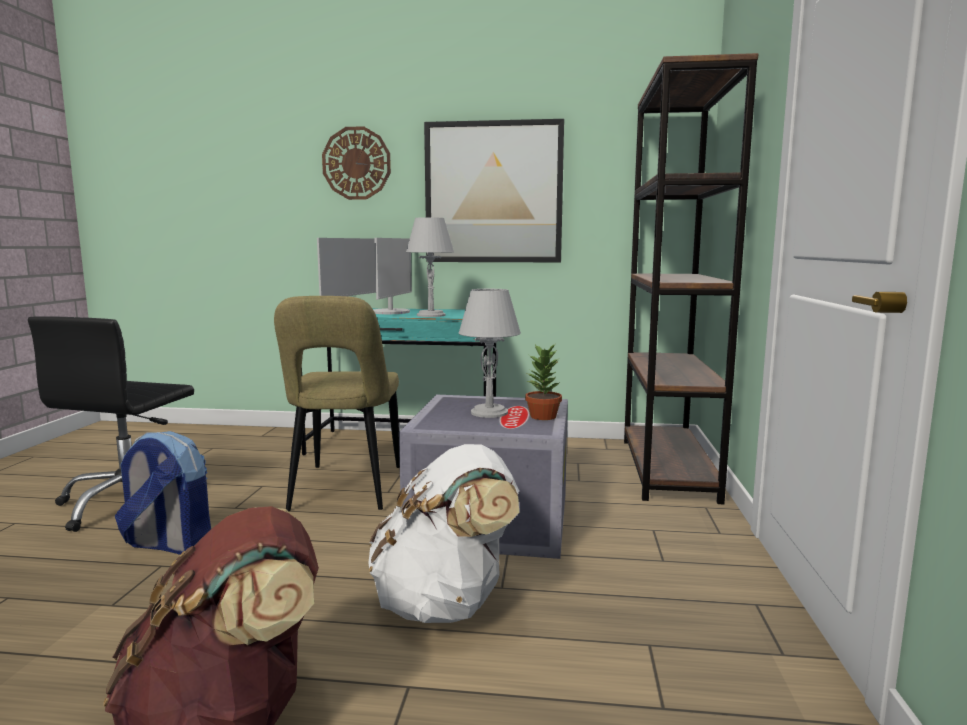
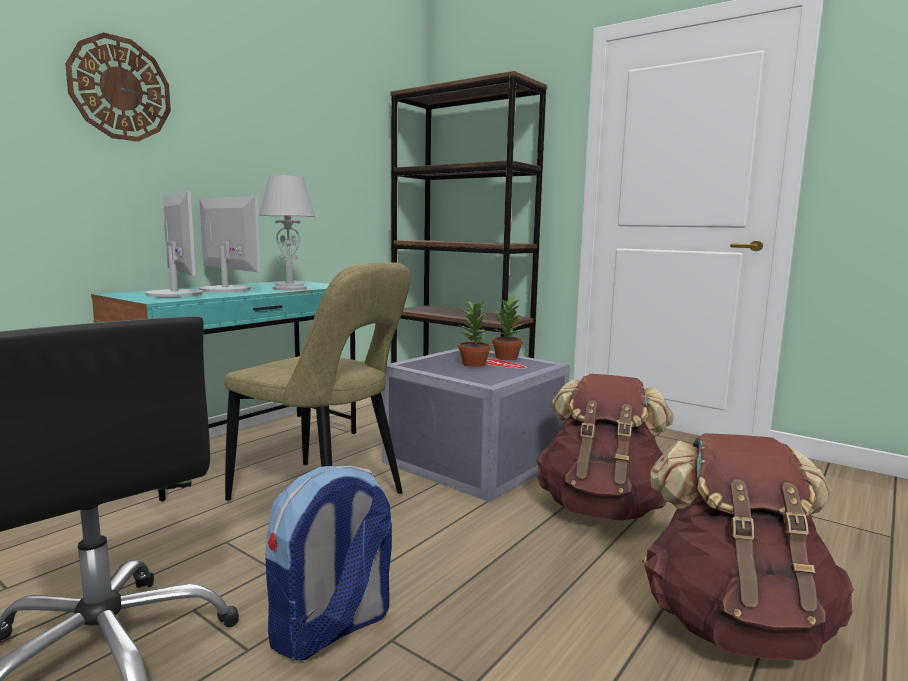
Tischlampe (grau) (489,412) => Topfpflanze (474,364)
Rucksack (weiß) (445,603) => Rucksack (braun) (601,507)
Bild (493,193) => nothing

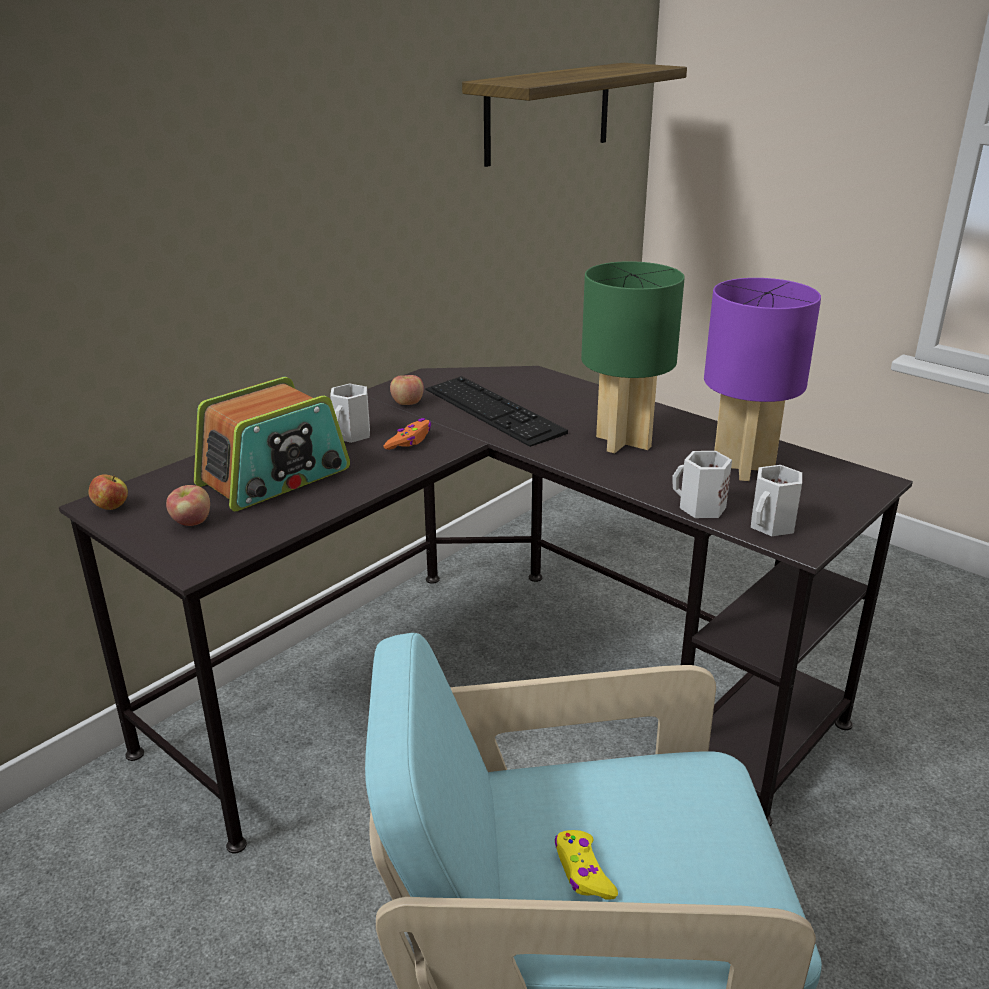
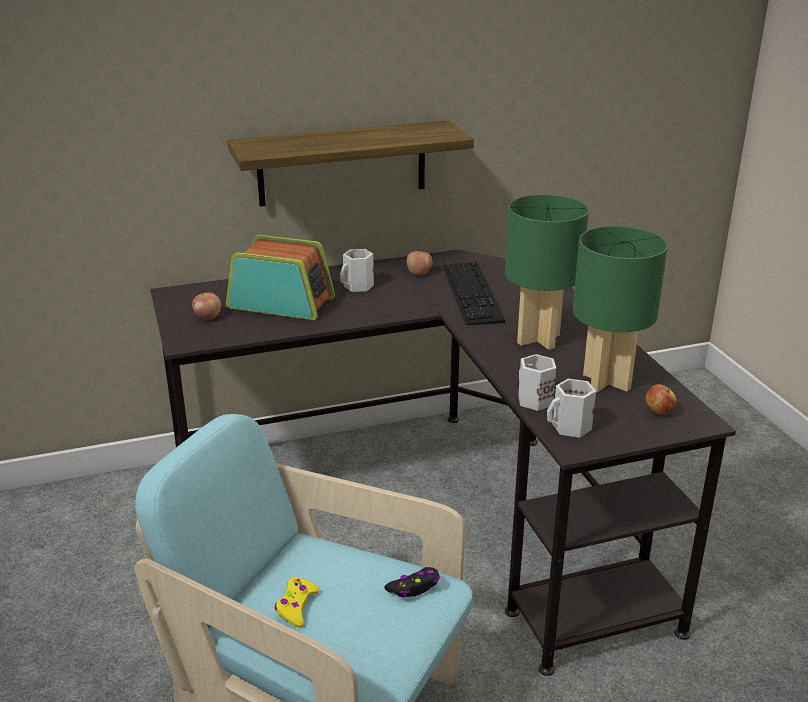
Radio (275,477) => Radio (281,302), 150 degrees counterclockwise
Wandregal (548,113) => Wandregal (342,163), move
nothing => Gamepad (schwarz) (414,587)
Tischlampe (lila) (742,466) => Tischlampe (grün) (606,381)
Apfel (111,507) => Apfel (658,411), move
Gamepad (orange) (409,441) => nothing

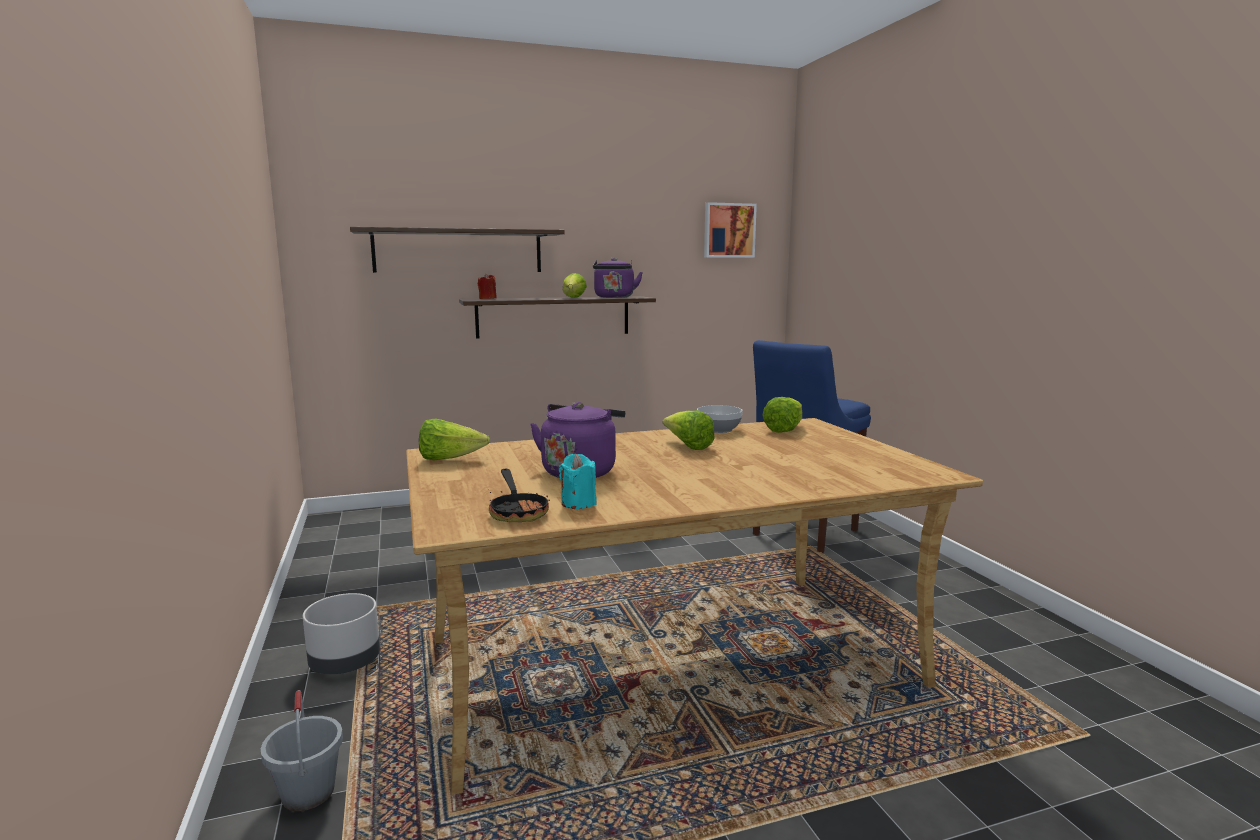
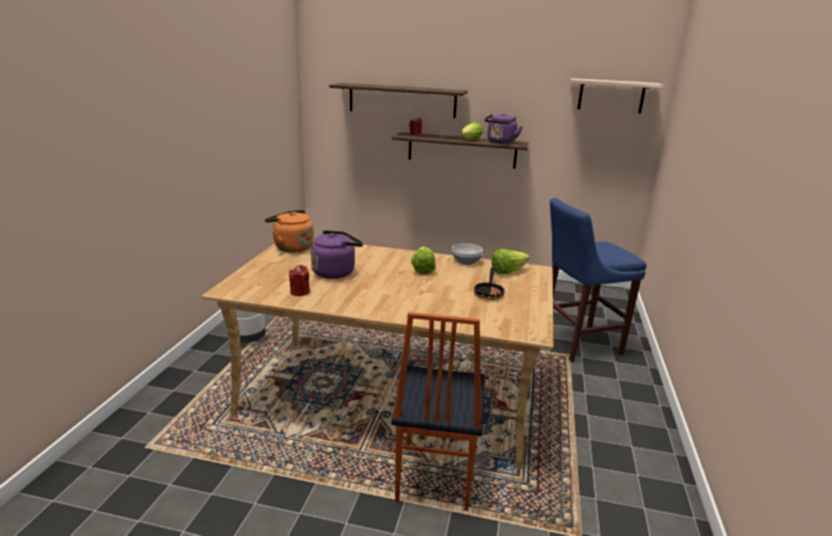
Salatkopf (449,459) => Wasserkessel (orange) (291,247)
Kerze (türkis) (578,503) => Kerze (rot) (300,292)
nothing => Stuhl (433,477)
Pfanne (518,511) => Pfanne (489,292), move
Bild (728,230) => Wandregal (611,95)
Eimer (grau) (307,793) => nothing

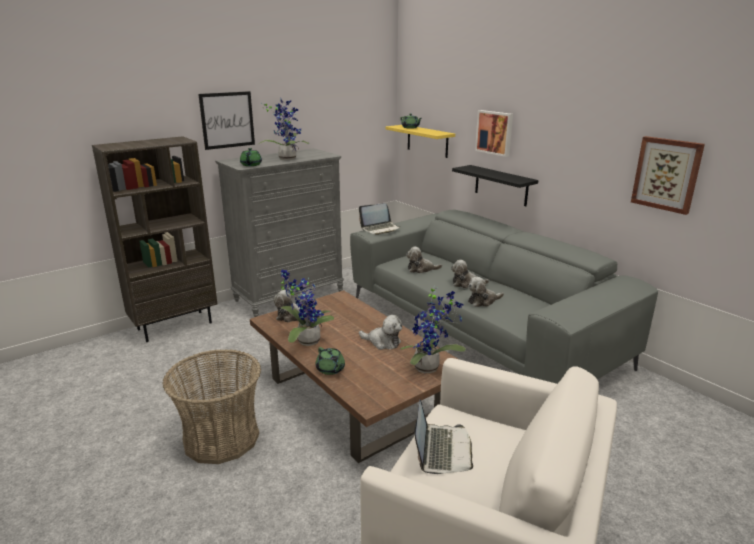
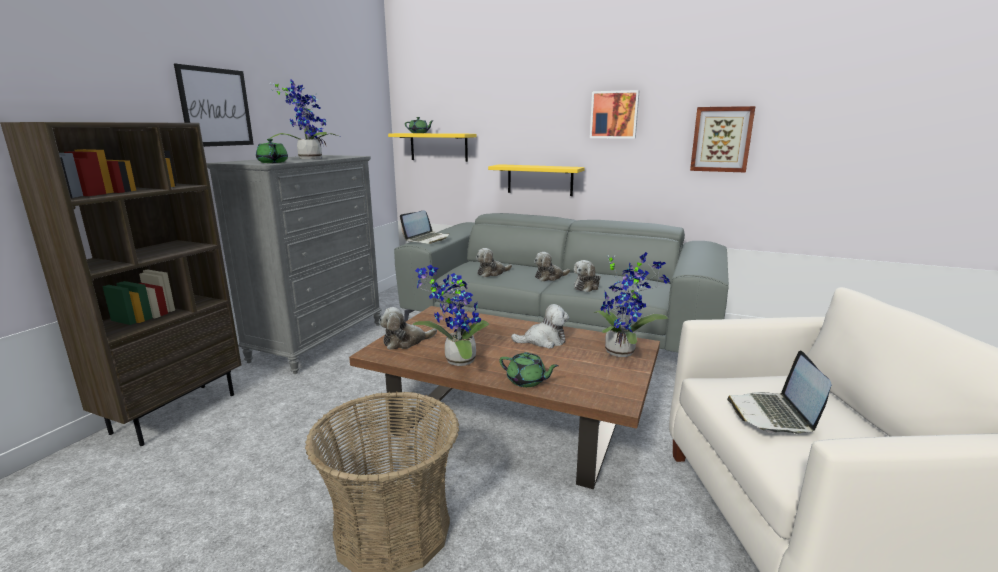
Wandregal (schwarz) (501,185) => Wandregal (gelb) (540,180)
Bild (495,132) => Bild (614,115), move
Laptop (442,450) => Laptop (773,414), 150 degrees counterclockwise

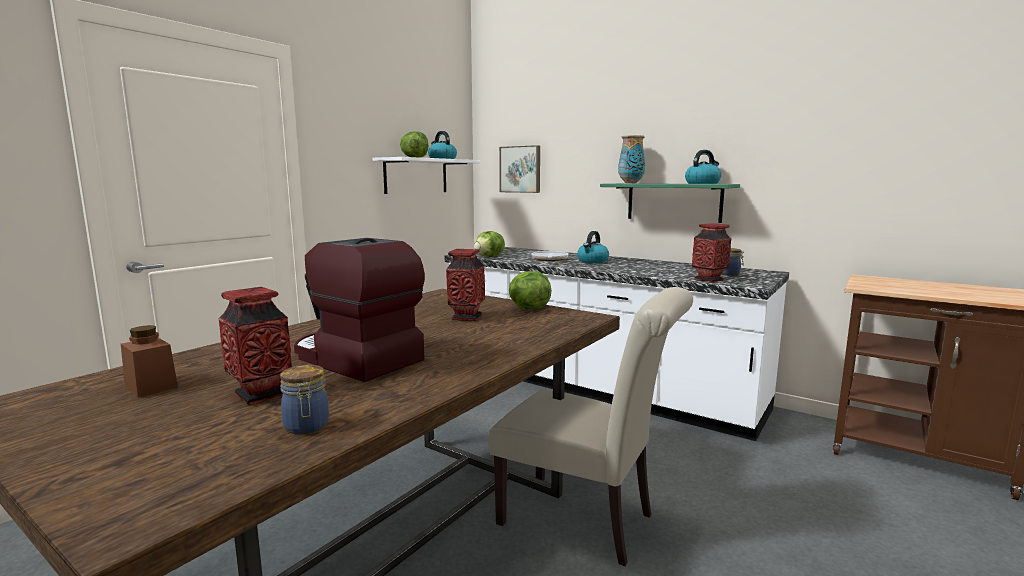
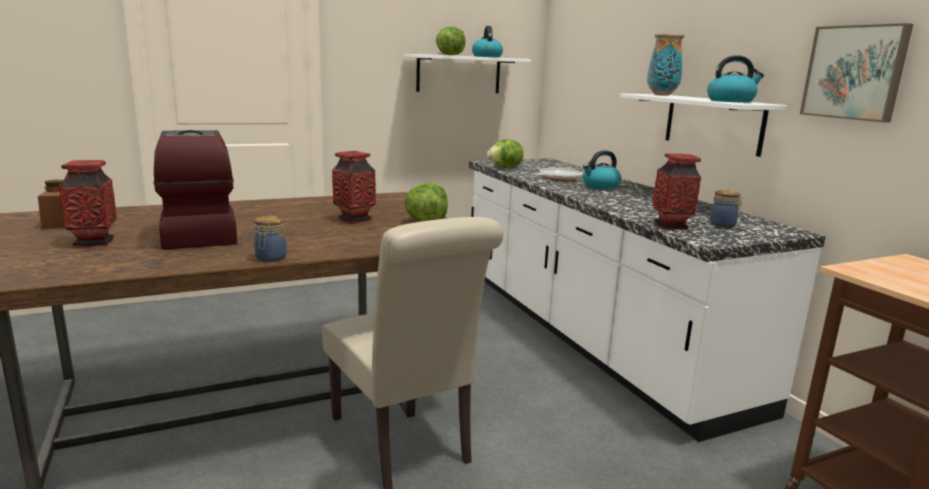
Vorratsglas (306,427) => Vorratsglas (270,258), move
Wandregal (grün) (674,202) => Wandregal (weiß) (713,123)
Bild (520,169) => Bild (855,72), move

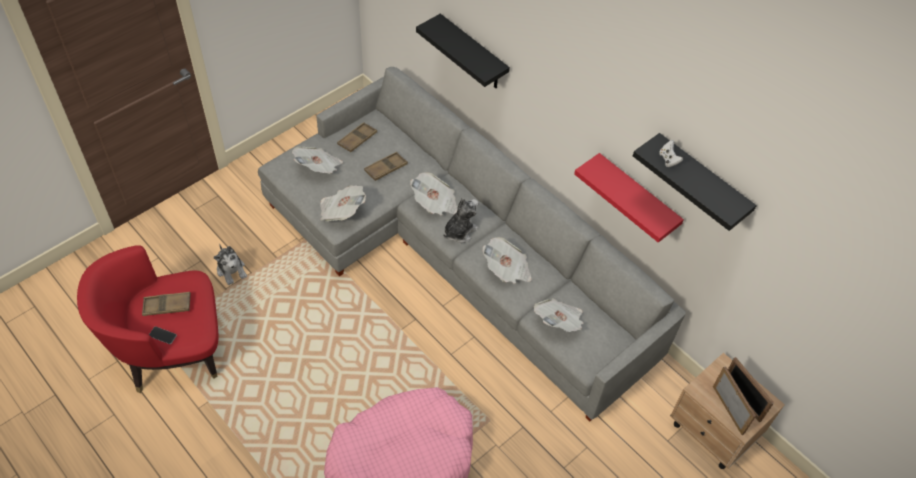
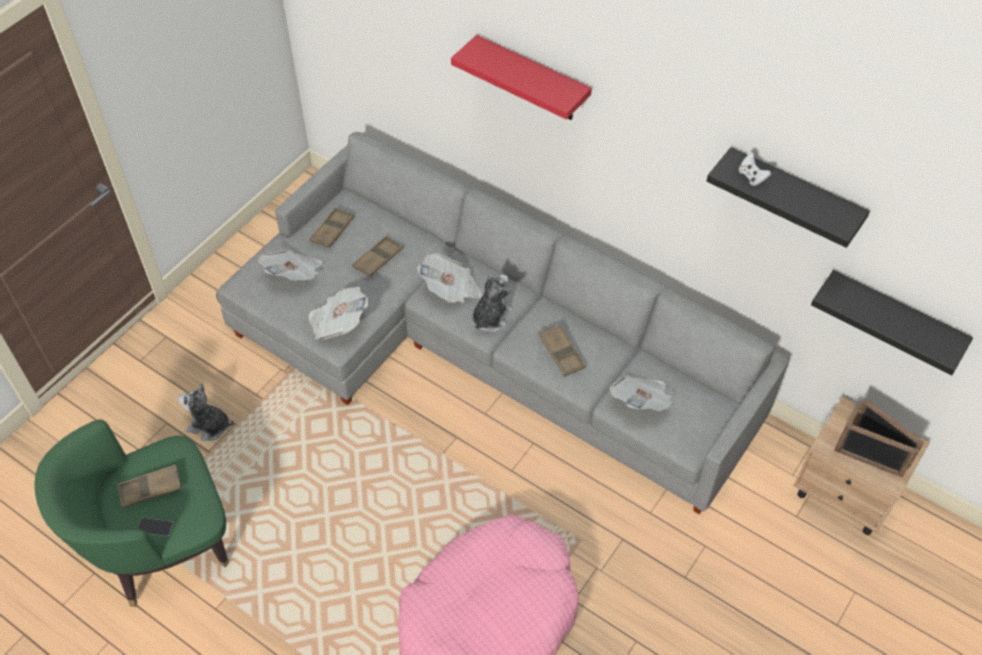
Sessel (rot) (171,353) => Sessel (grün) (161,547)
Plüschtier (231,270) => Plüschtier (209,426), 150 degrees clockwise
Wandregal (rot) (636,198) => Wandregal (rot) (532,80), move
Zeitung (507,270) => Tablett (braun) (561,352)
Wandregal (schwarz) (473,54) => Wandregal (schwarz) (893,319), move
Bilderrahmen (728,410) => Bilderrahmen (868,463), 150 degrees clockwise

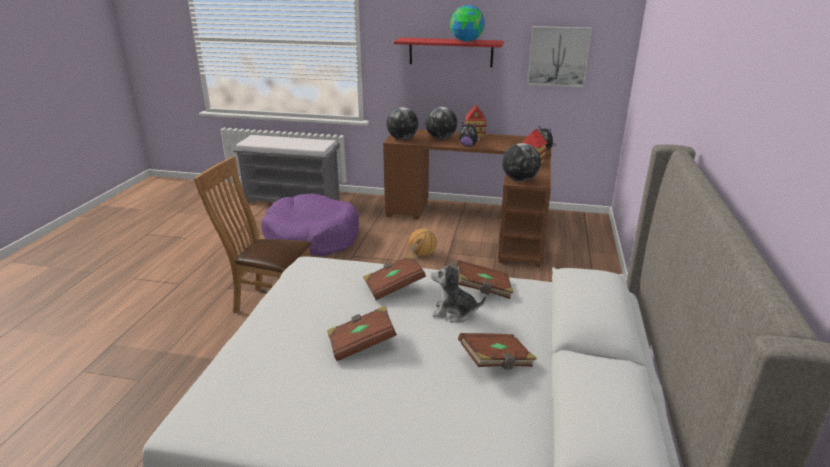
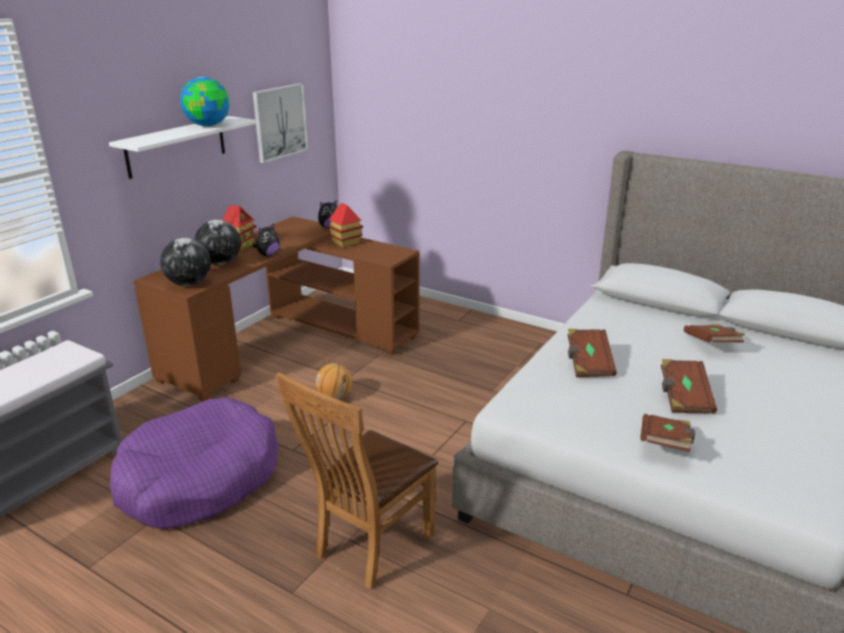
Wandregal (rot) (450,52) => Wandregal (weiß) (176,146)
Buch (braun) (483,290) => Buch (braun) (665,444), move
Plüschtier (454,312) => nothing
Globus (519,180) => nothing

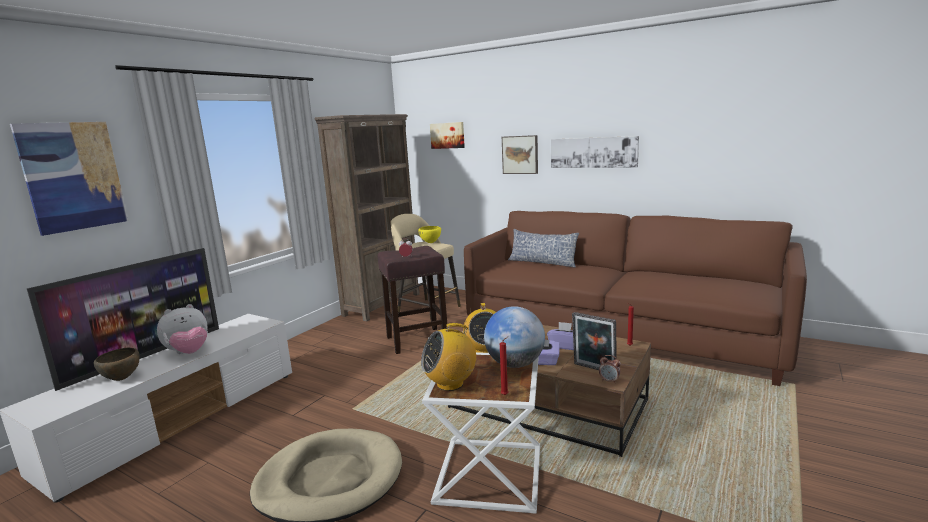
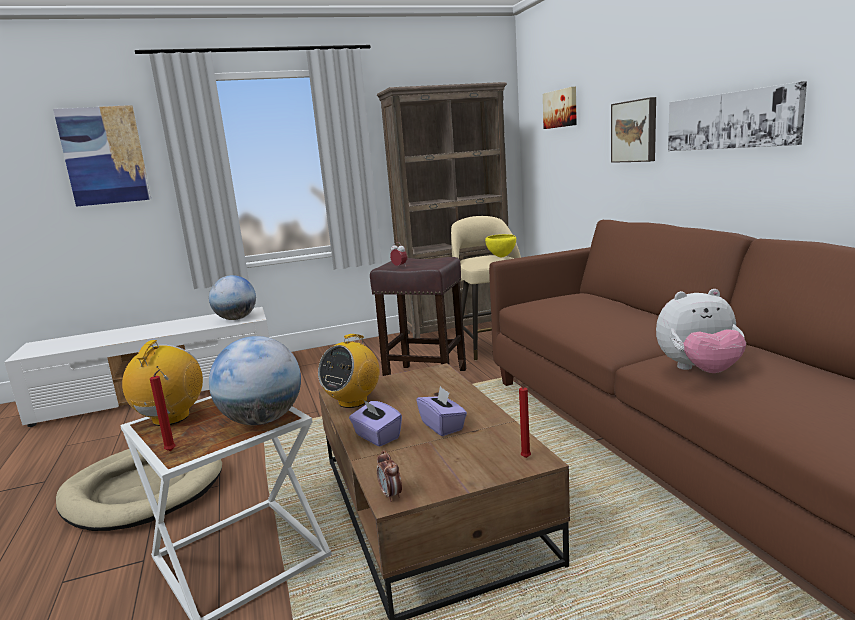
Radio (450,384) => Radio (171,418), 75 degrees clockwise
nothing => Globus (236,319)
Plüschtier (189,353) => Plüschtier (699,371), move
Fernseher (146,355) => nothing
Schüssel (braun) (122,379) => nothing
Kissen (542,262) => nothing
Bilderrahmen (593,369) => nothing

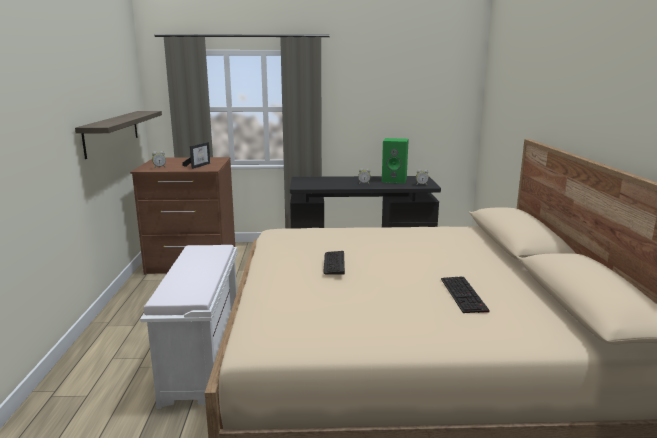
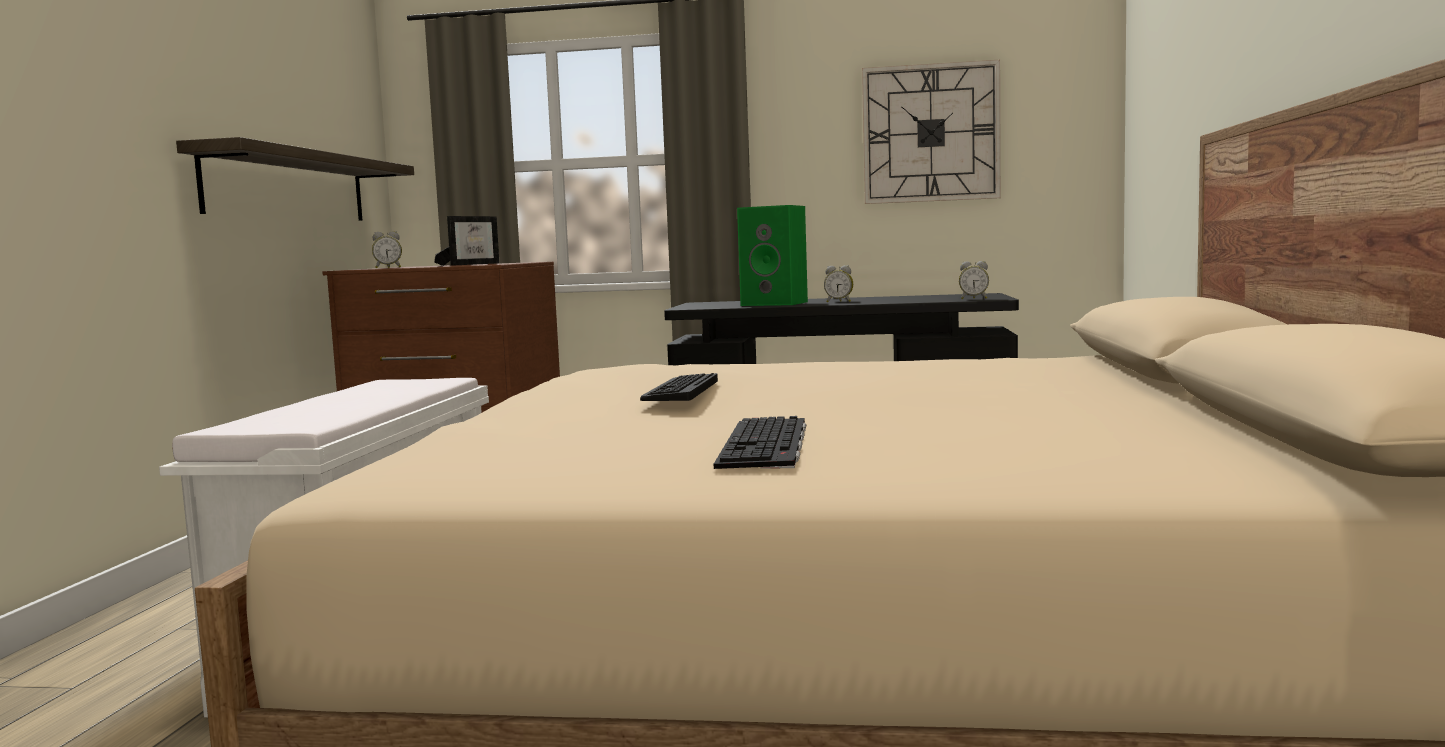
Tastatur (464,295) => Tastatur (767,444), move
Lautsprecher (grün) (395,180) => Lautsprecher (grün) (776,303), move
nothing => Wanduhr (930,133)

